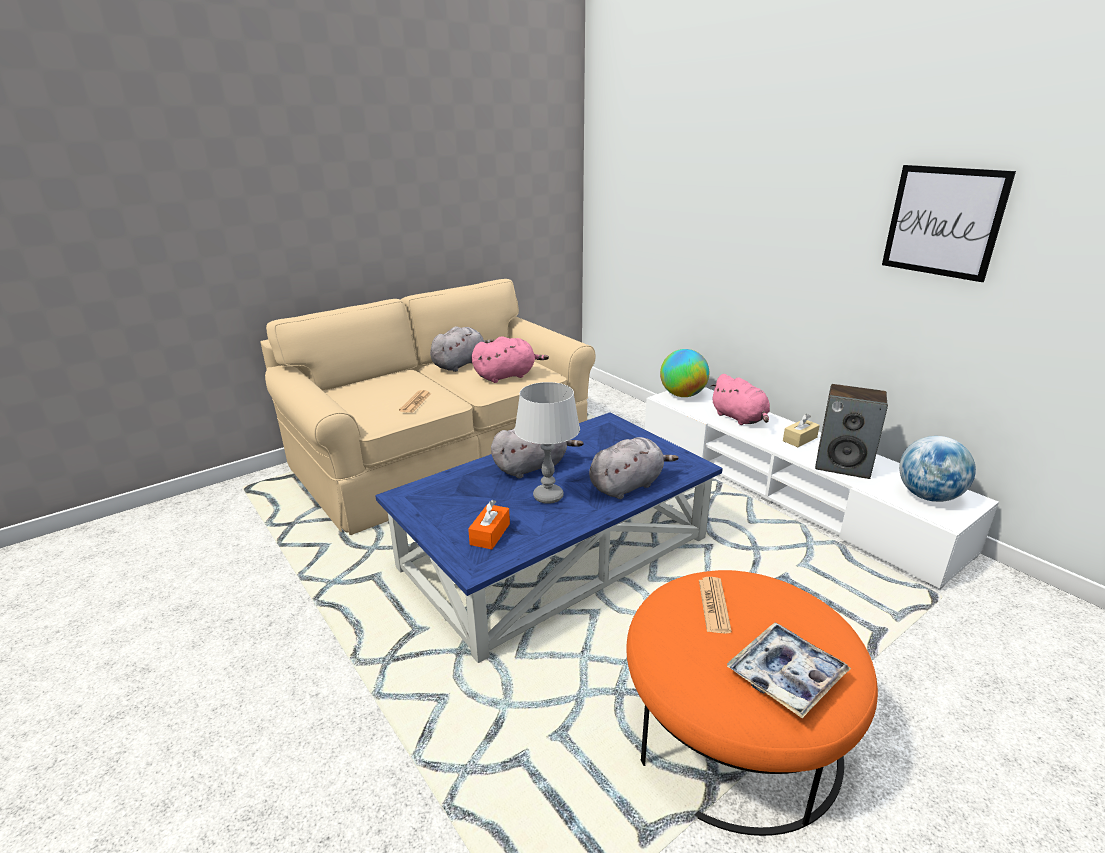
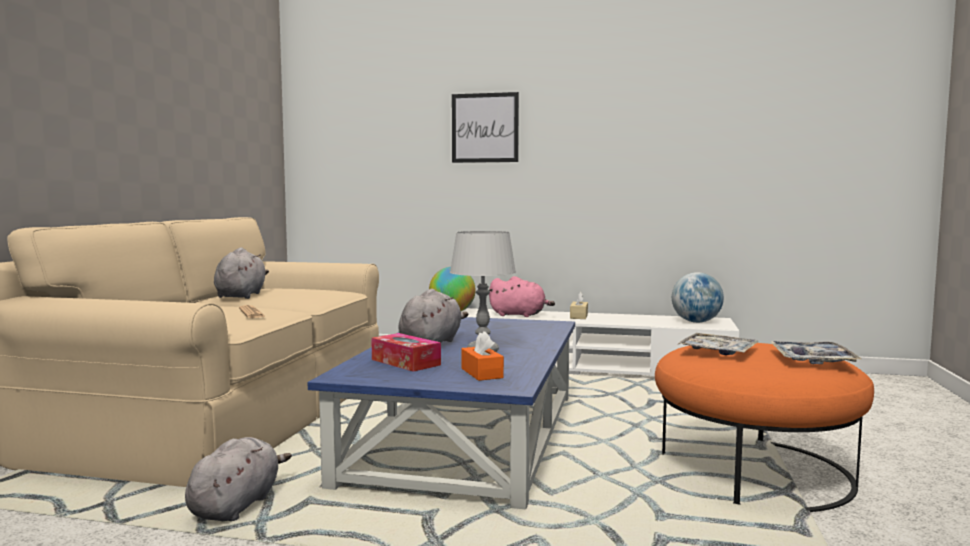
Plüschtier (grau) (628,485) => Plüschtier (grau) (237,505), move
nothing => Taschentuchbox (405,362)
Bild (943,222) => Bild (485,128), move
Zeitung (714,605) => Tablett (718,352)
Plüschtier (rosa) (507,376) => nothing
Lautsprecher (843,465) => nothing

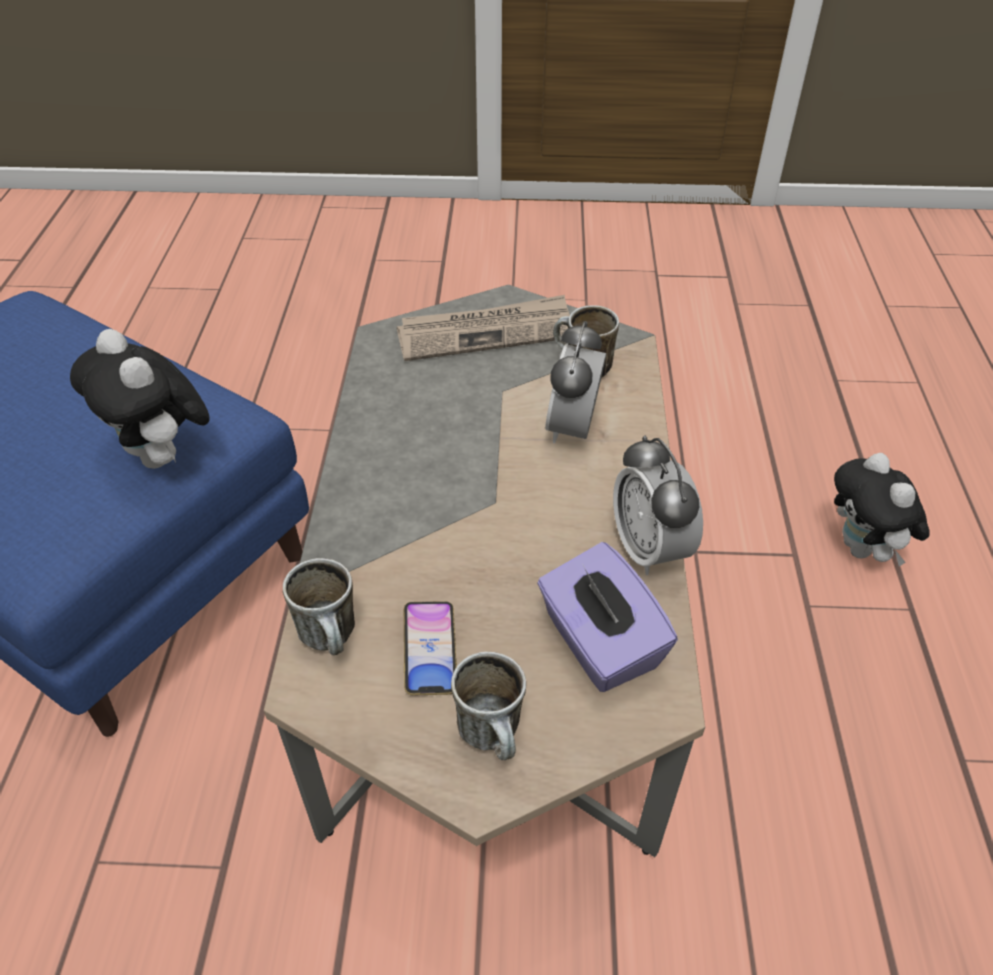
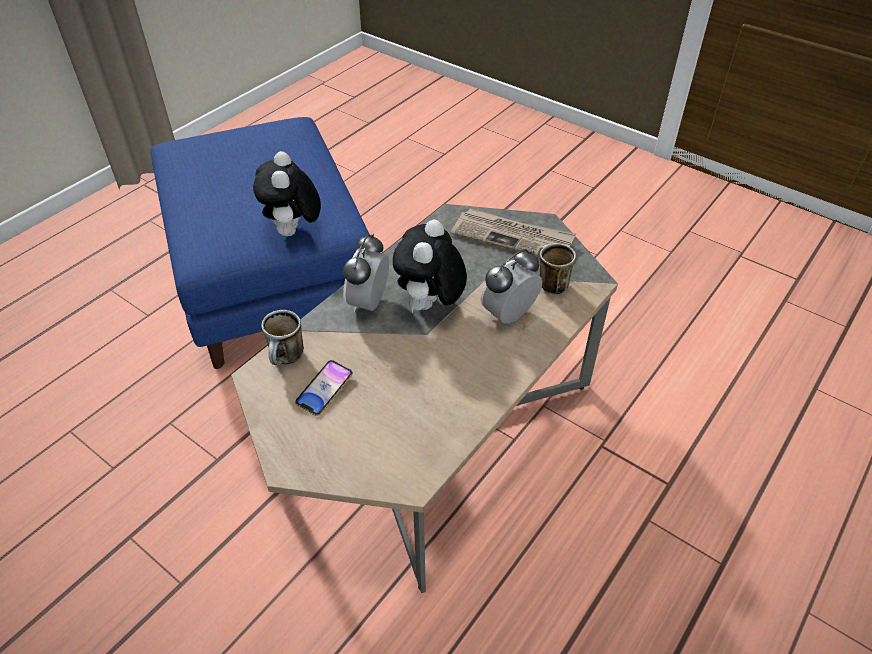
Wecker (649,549) => Wecker (368,303), move
Plüschtier (863,550) => Plüschtier (430,306), move
Henkelbecher (495,737) => nothing
Taschentuchbox (lila) (599,643) => nothing

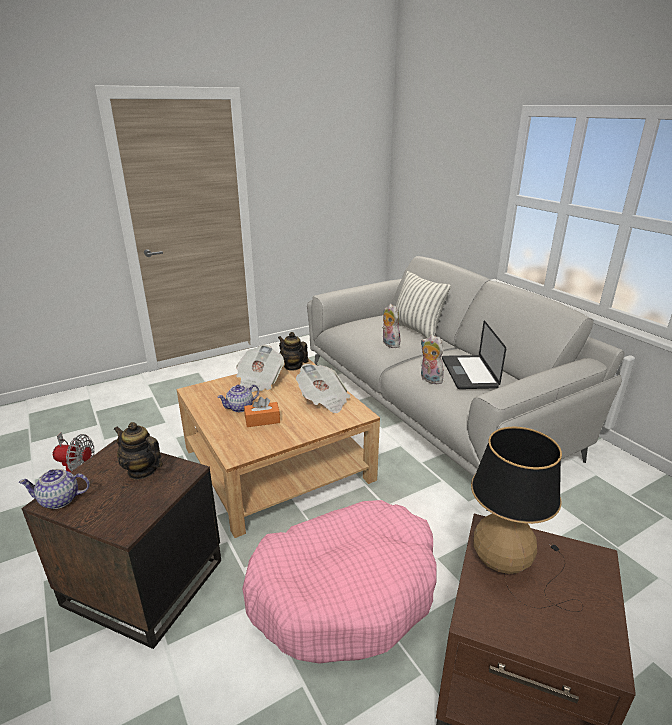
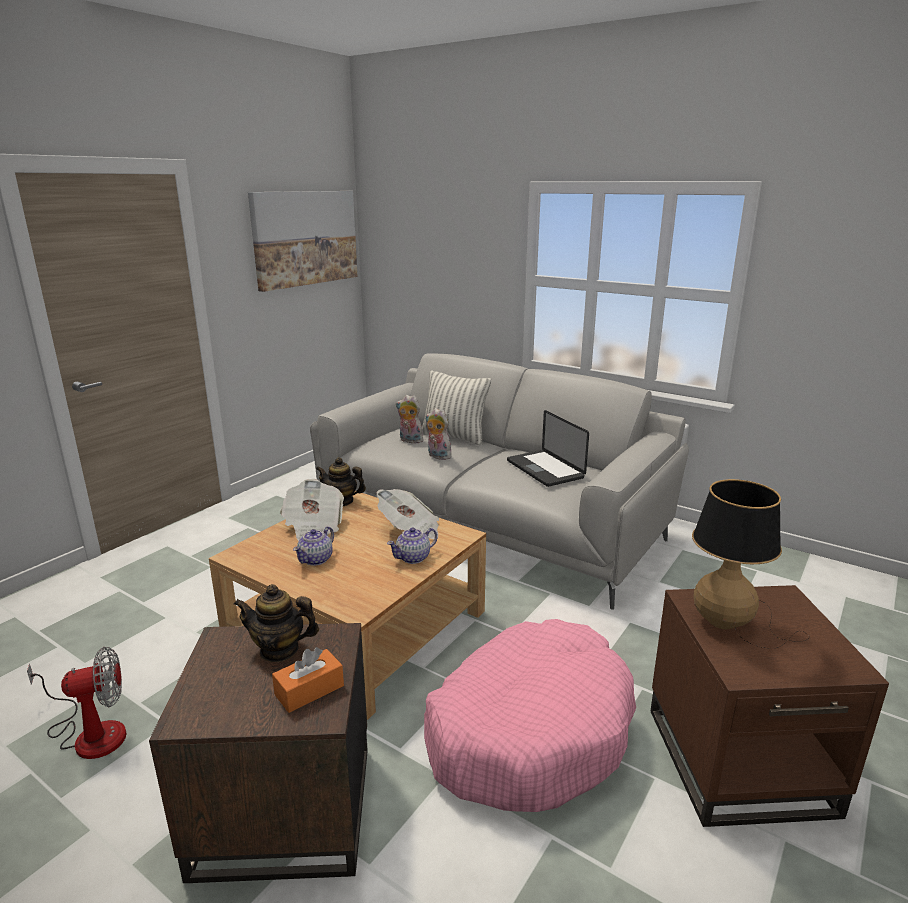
nothing => Bild (305,238)
Taschentuchbox (orange) (262,420) => Taschentuchbox (orange) (309,690), move
Teekanne (60,500) => Teekanne (413,558), move
Plüschtier (429,379) => Plüschtier (409,440), move

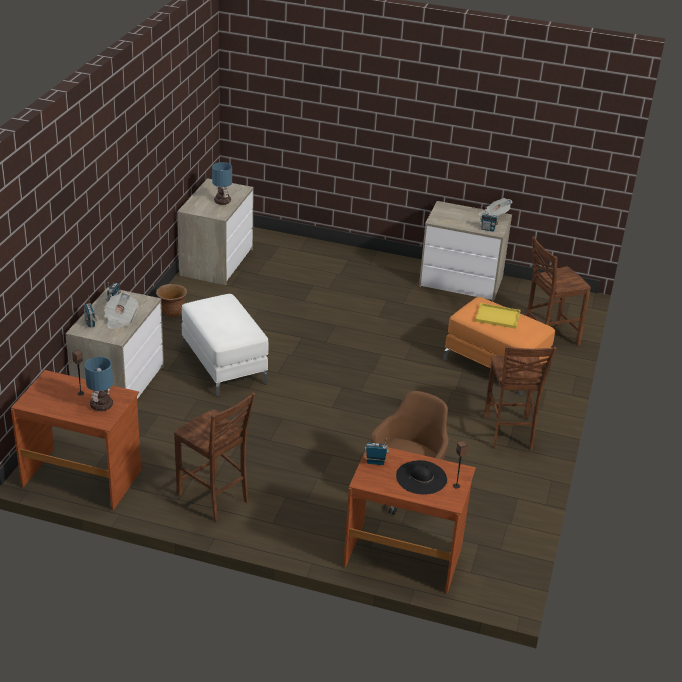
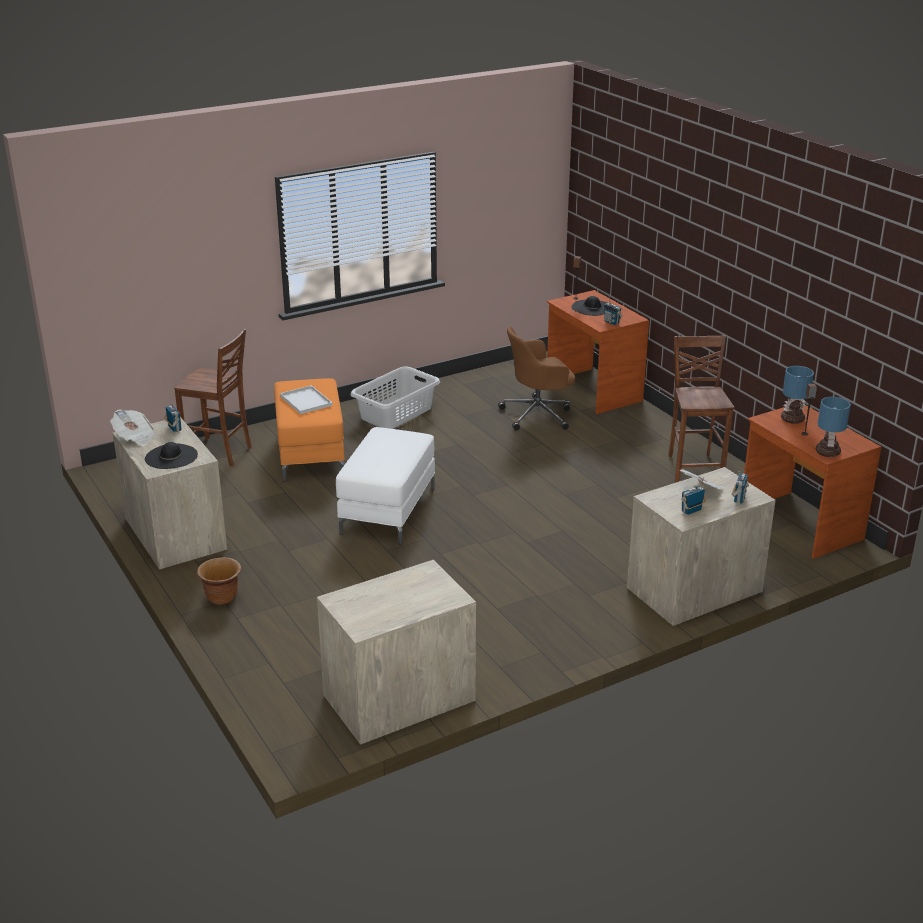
nothing => Hut (schwarz) (171,456)
Pflanzkübel (braun) (172,312) => Pflanzkübel (braun) (222,598), move
Tablett (gelb) (498,316) => Tablett (weiß) (305,400)
Polsterhocker (weiß) (224,365) => Polsterhocker (weiß) (388,510), move
Stuhl (braun) (508,433) => Wäschekorb (grau) (397,413)
Tischlampe (222,201) => Tischlampe (828,452), move

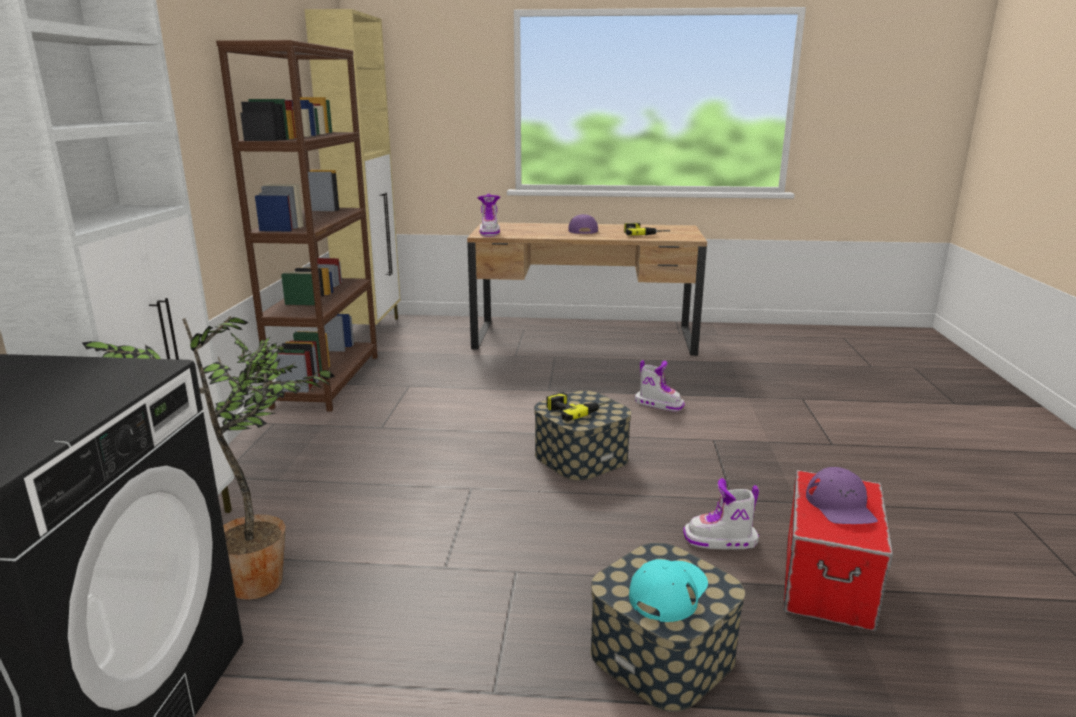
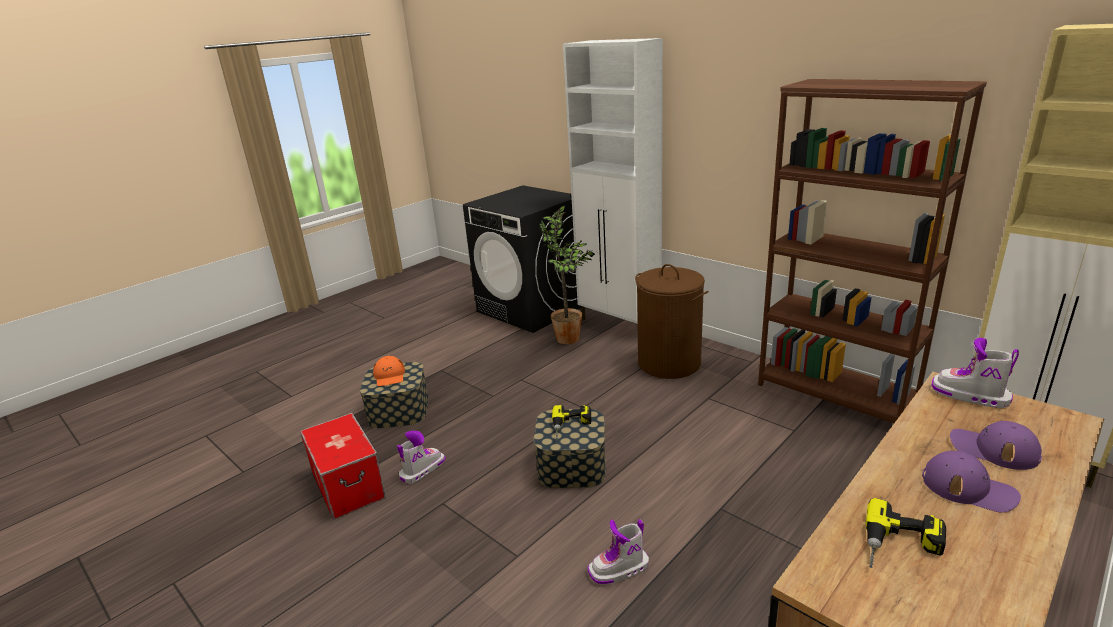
Kappe (türkis) (668,592) => Kappe (orange) (389,376)
nothing => Wäschekorb (braun) (669,363)
Kappe (lila) (840,506) => Kappe (lila) (993,449), move

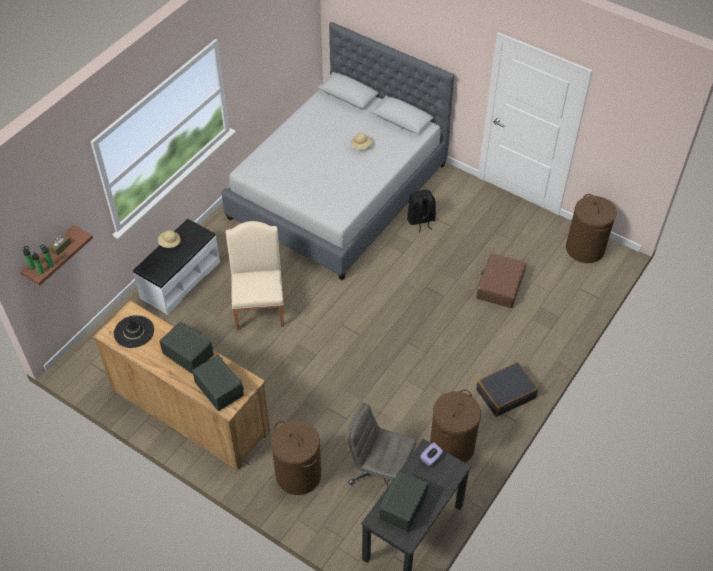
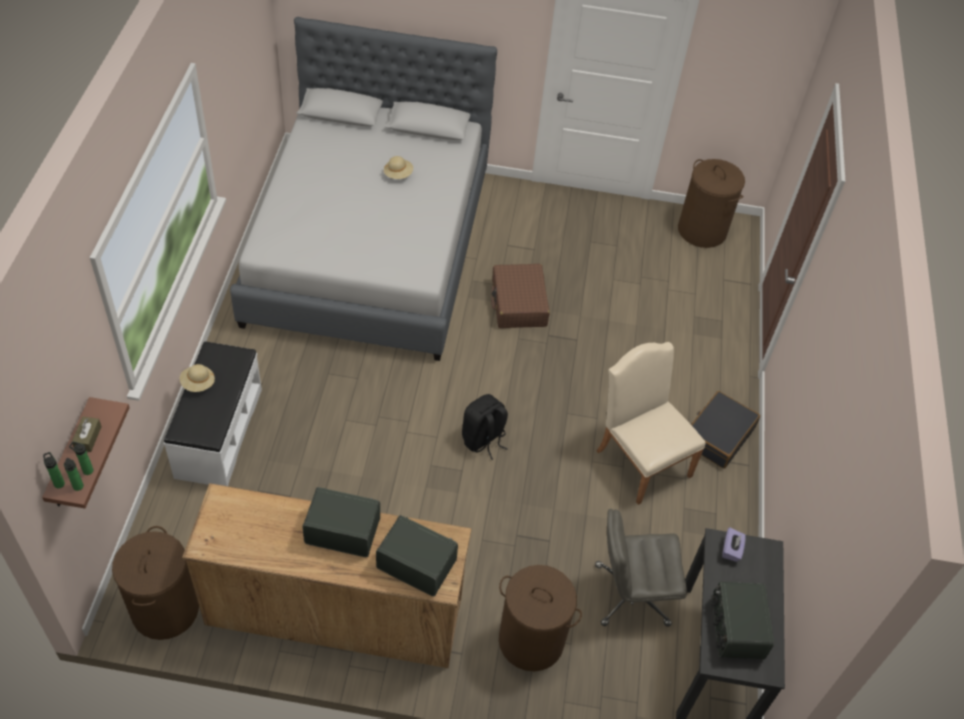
Wäschekorb (braun) (452,445) => Wäschekorb (braun) (165,609), move
Rucksack (schwarz) (421,220) => Rucksack (schwarz) (483,440), move
Koffer (braun) (500,286) => Koffer (braun) (518,304), move
Stuhl (beige) (259,304) => Stuhl (beige) (640,458), move
Hut (schwarz) (134,332) => nothing

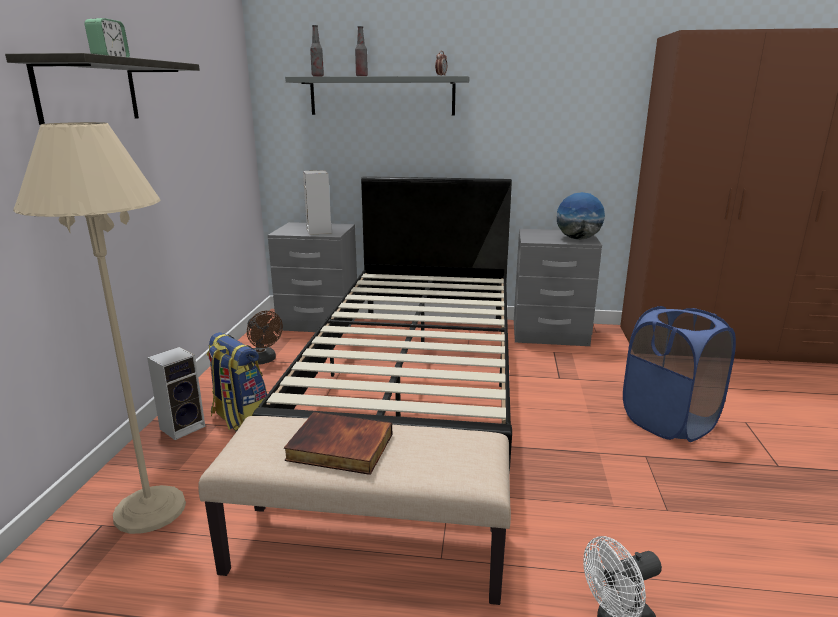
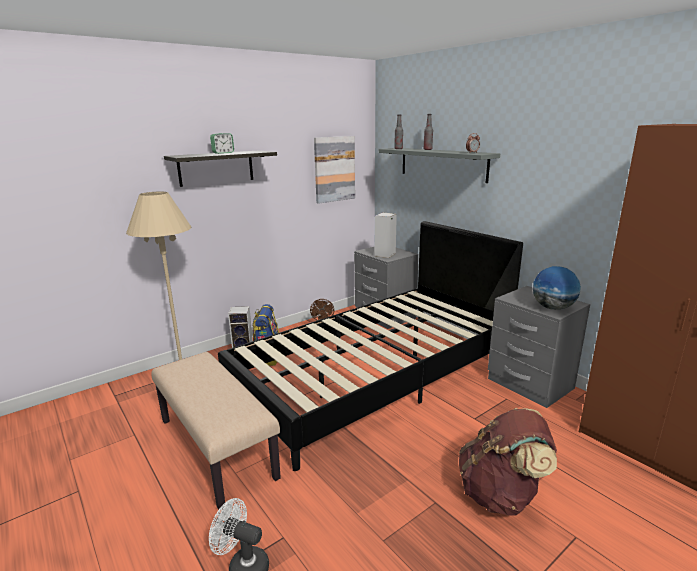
nothing => Bild (334,169)
Wäschekorb (blau) (668,422) => Rucksack (braun) (501,494)
Buch (339,448) => nothing

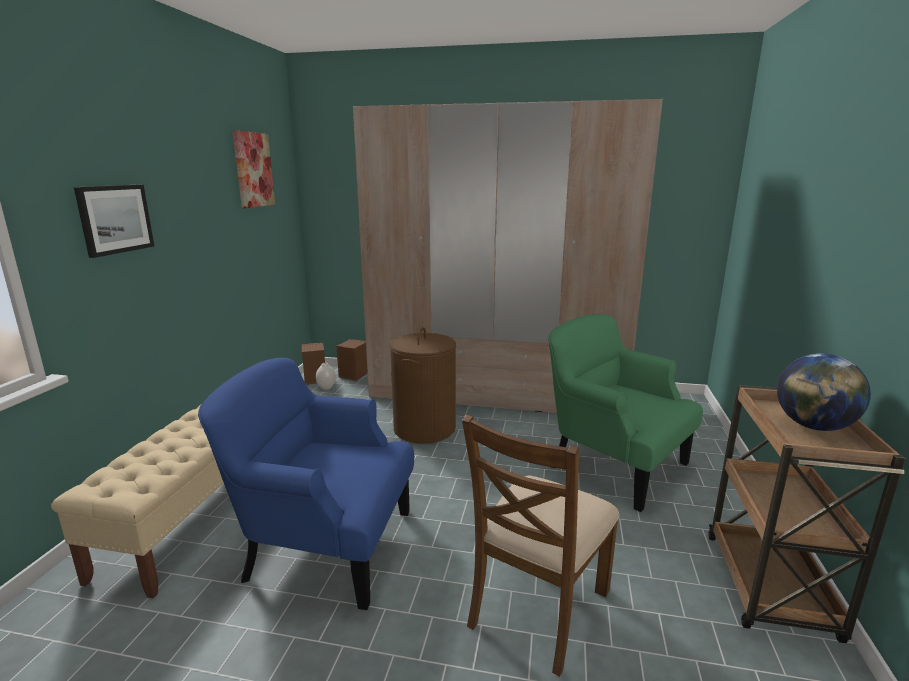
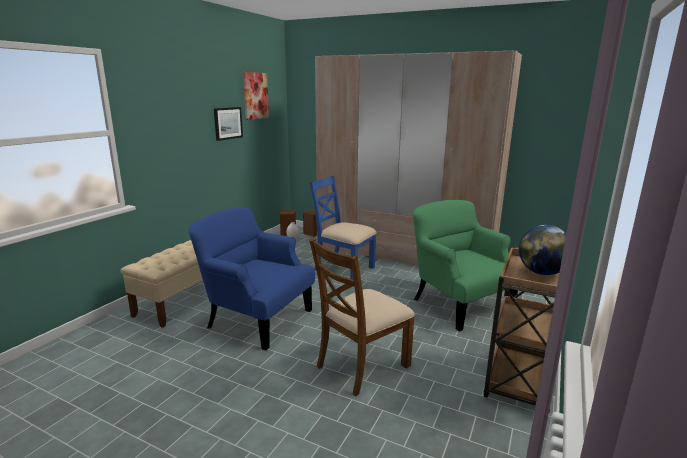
Bild (115,219) => Bild (228,123), move
Wäschekorb (braun) (424,428) => Stuhl (blau) (343,268)

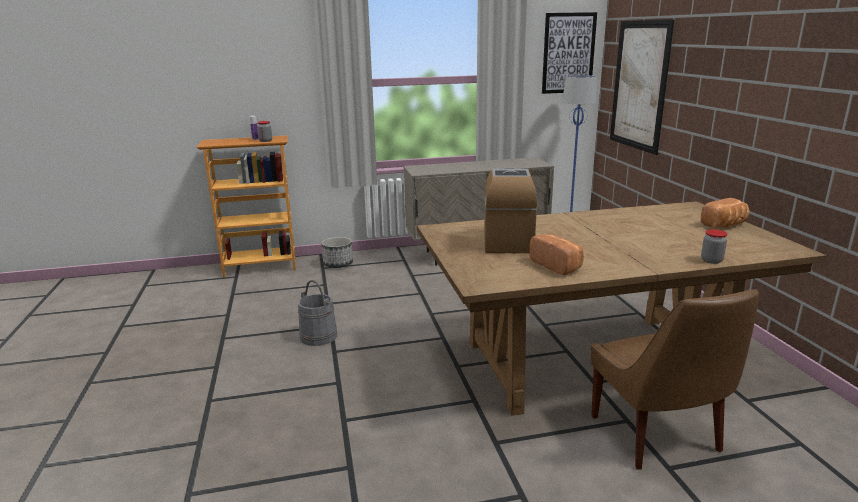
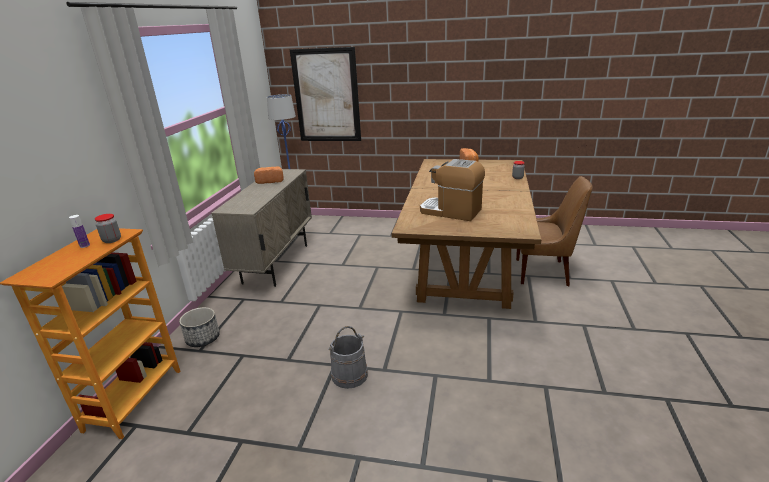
Brot (558,265) => Brot (270,181), move
Bild (568,53) => nothing

